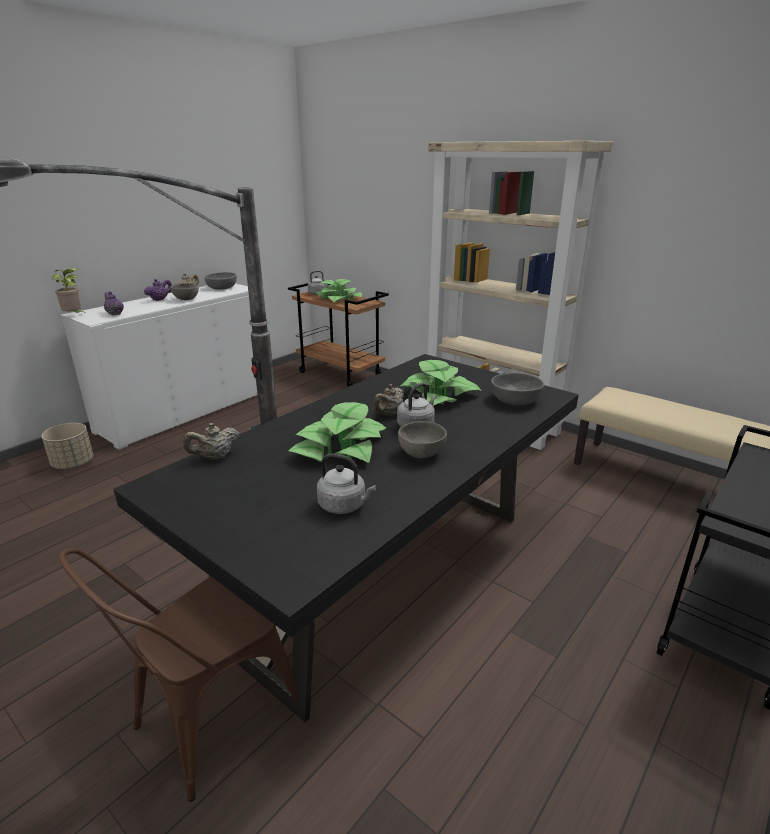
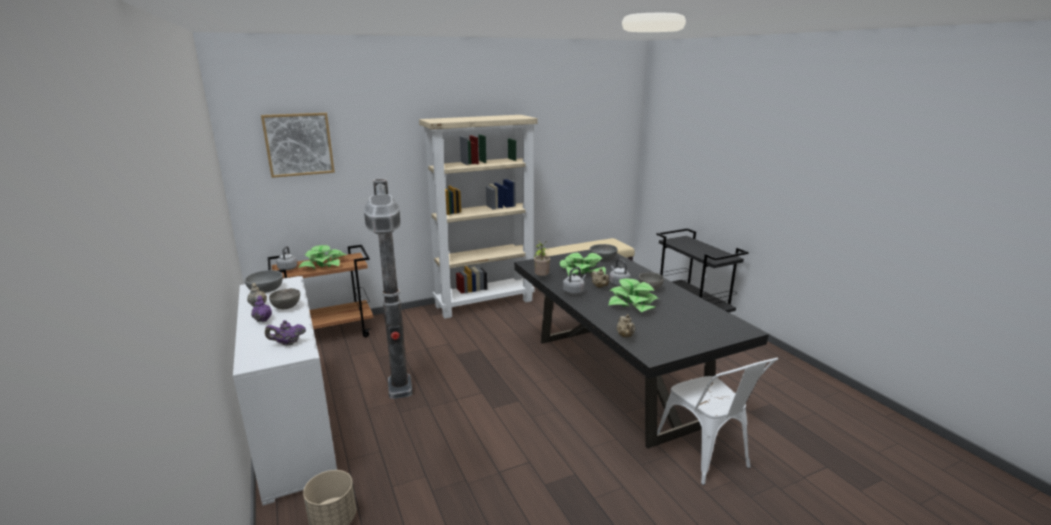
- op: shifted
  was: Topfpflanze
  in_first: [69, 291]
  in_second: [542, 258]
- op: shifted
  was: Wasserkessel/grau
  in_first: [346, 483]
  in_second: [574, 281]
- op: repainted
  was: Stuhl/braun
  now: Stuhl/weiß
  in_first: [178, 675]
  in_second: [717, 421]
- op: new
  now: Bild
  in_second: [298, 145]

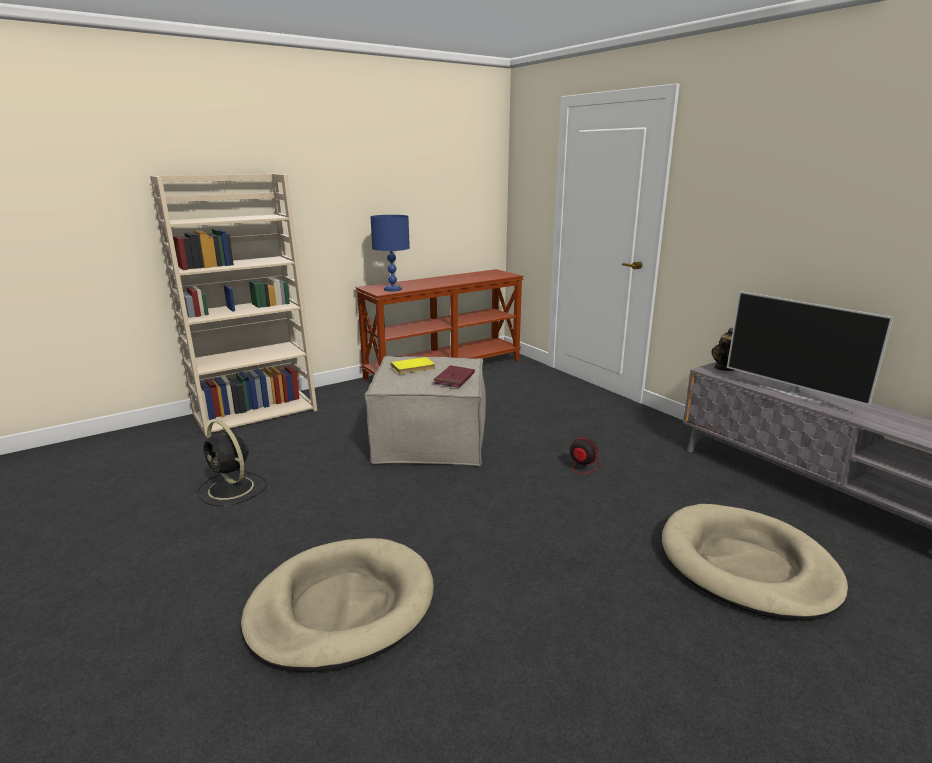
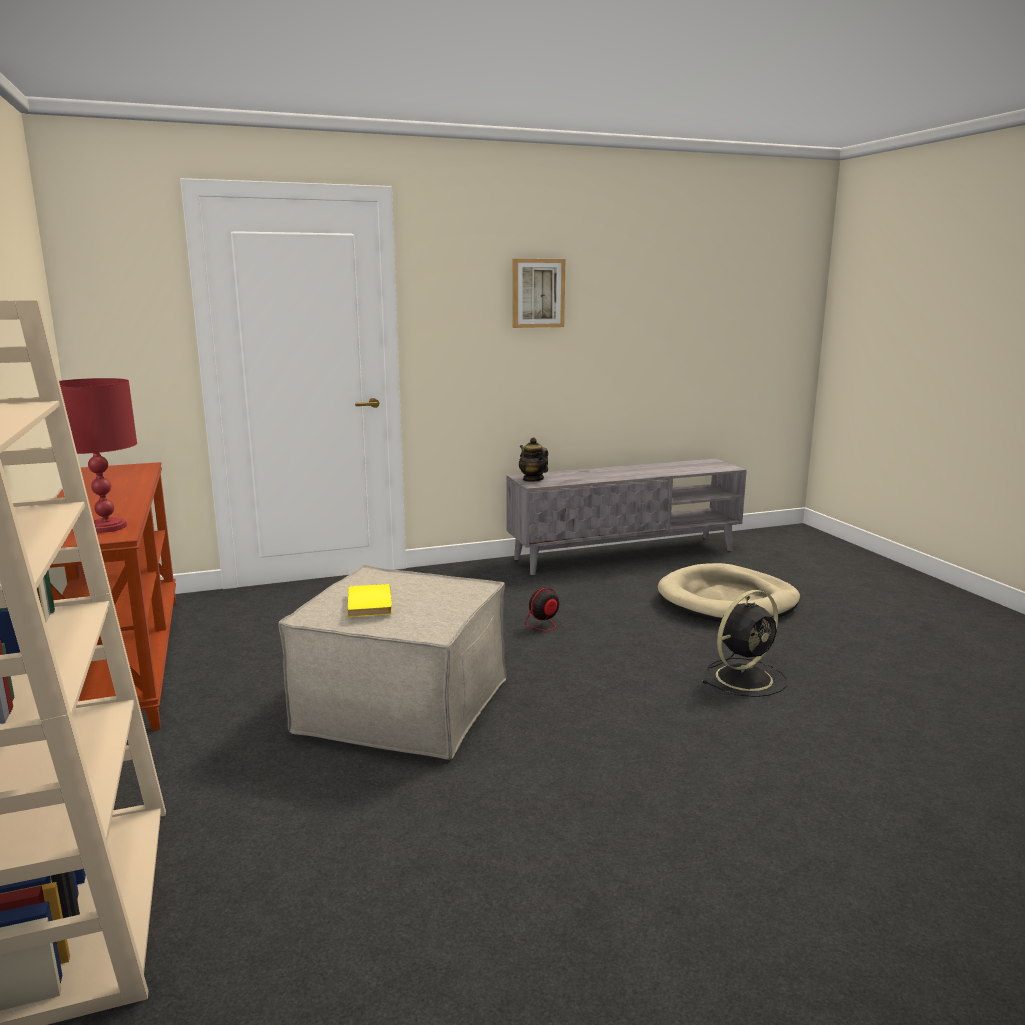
- op: repainted
  was: Tischlampe/blau
  now: Tischlampe/rot
  in_first: [390, 253]
  in_second: [98, 455]
- op: gone
  was: Fernseher
  in_first: [810, 348]
- op: gone
  was: Buch/rot
  in_first: [454, 376]
- op: shifted
  was: Ventilator/schwarz
  in_first: [232, 463]
  in_second: [745, 643]
- op: gone
  was: Hundebett/beige
  in_first: [337, 605]
- op: new
  now: Bild
  in_second: [538, 293]

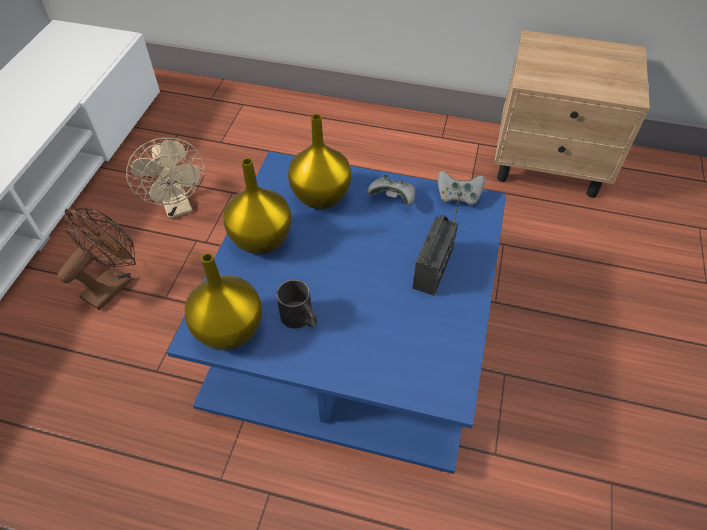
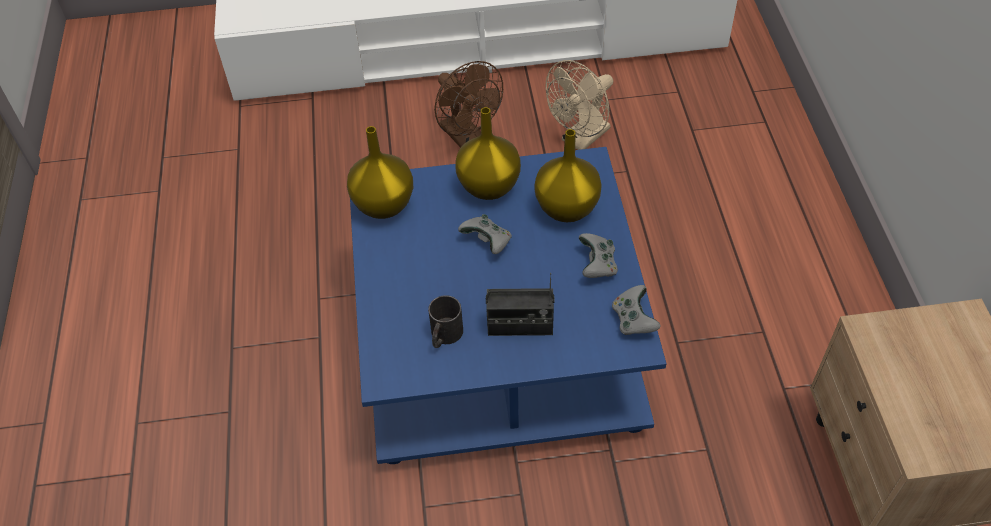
- op: rotated
  was: Ventilator/braun
  in_first: [97, 259]
  in_second: [468, 104]
  clockwise: 45
- op: shifted
  was: Henkelbecher/schwarz
  in_first: [296, 304]
  in_second: [445, 321]
- op: new
  now: Gamepad/grau
  in_second: [485, 234]

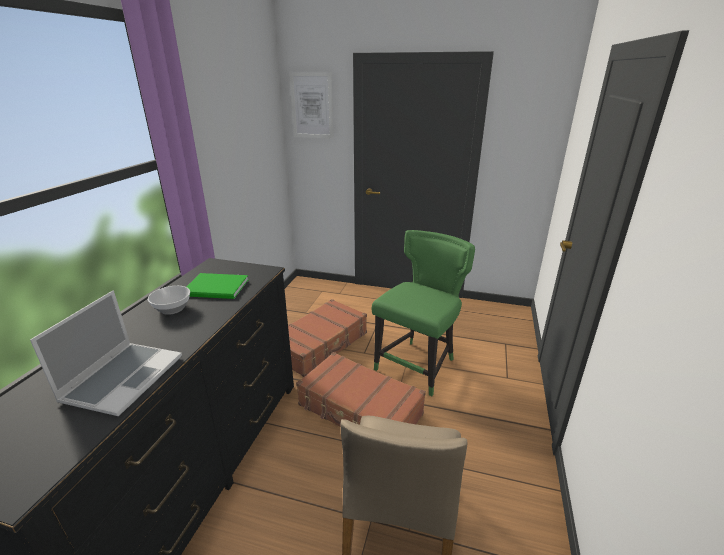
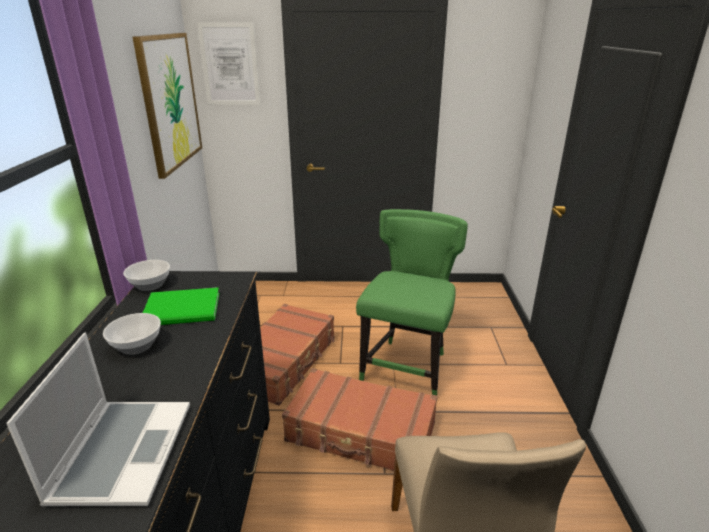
- op: new
  now: Bild
  in_second: [167, 106]
- op: new
  now: Schüssel
  in_second: [146, 275]

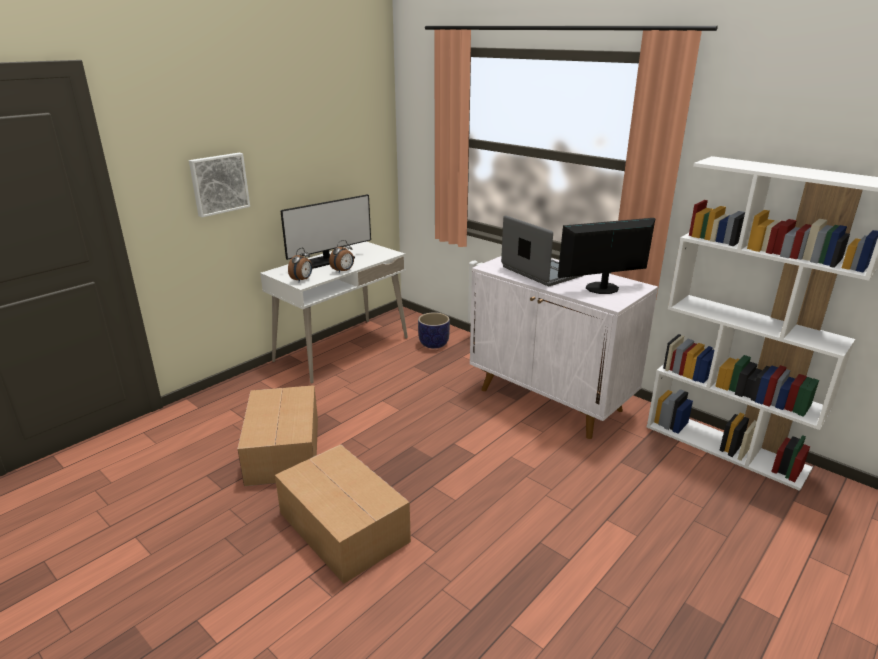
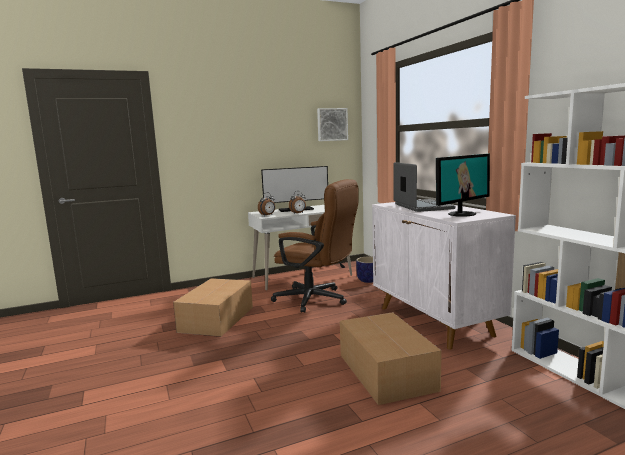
- op: shifted
  was: Bild
  in_first: [219, 185]
  in_second: [332, 124]
- op: rotated
  was: Monitor
  in_first: [606, 256]
  in_second: [463, 185]
  clockwise: 135
- op: shifted
  was: Karton
  in_first: [343, 514]
  in_second: [391, 358]
- op: new
  now: Bürostuhl/braun
  in_second: [315, 246]

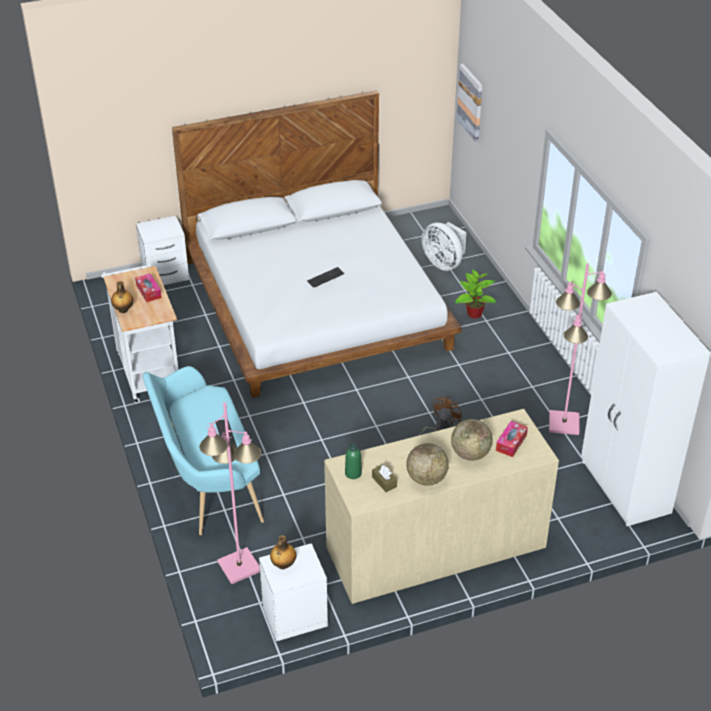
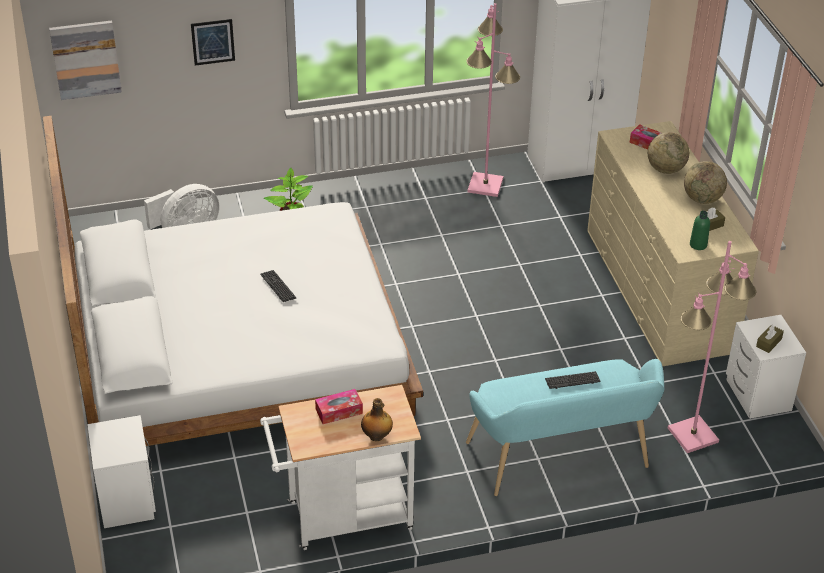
- op: gone
  was: Ventilator/braun
  in_first: [440, 416]
- op: swapped
  was: Flasche
  now: Taschentuchbox/braun
  in_first: [283, 552]
  in_second: [770, 338]
- op: new
  now: Bild
  in_second: [213, 42]

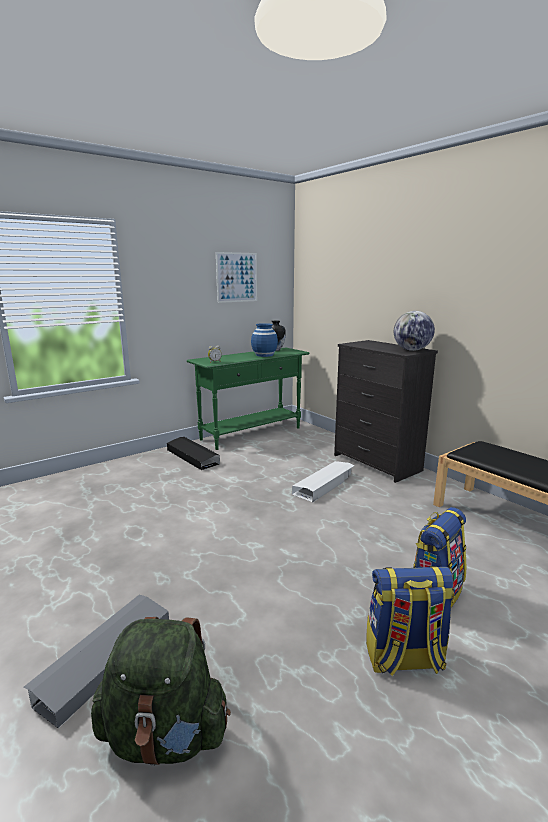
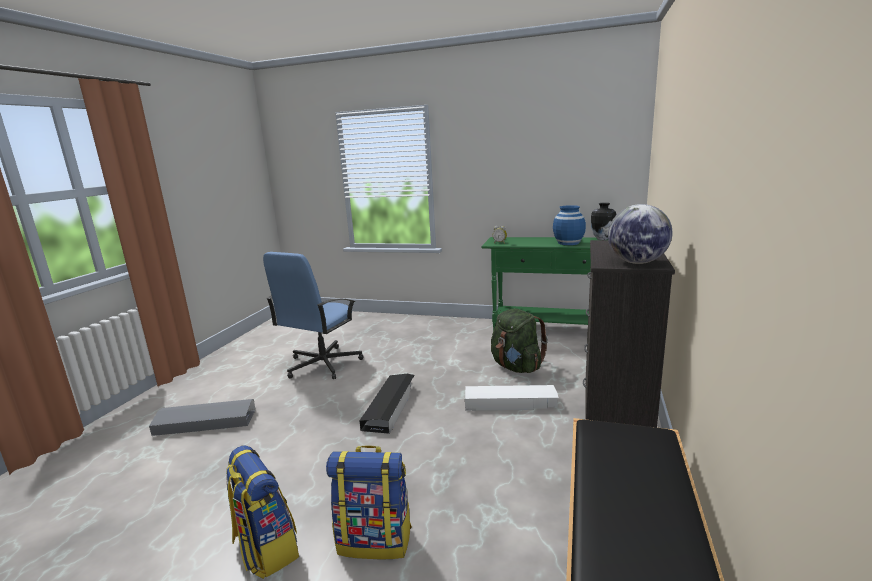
- op: gone
  was: Bild
  in_first: [236, 277]
- op: shifted
  was: Aufbewahrungsbox/schwarz
  in_first: [193, 453]
  in_second: [386, 404]
- op: shifted
  was: Rucksack/grün
  in_first: [161, 691]
  in_second: [519, 341]
- op: new
  now: Bürostuhl/blau
  in_second: [313, 315]

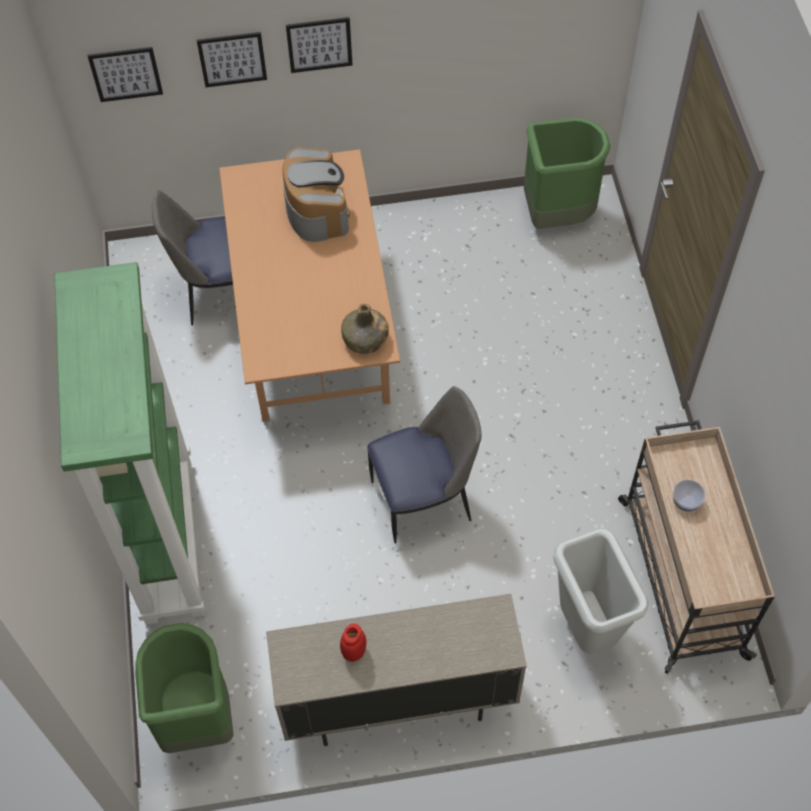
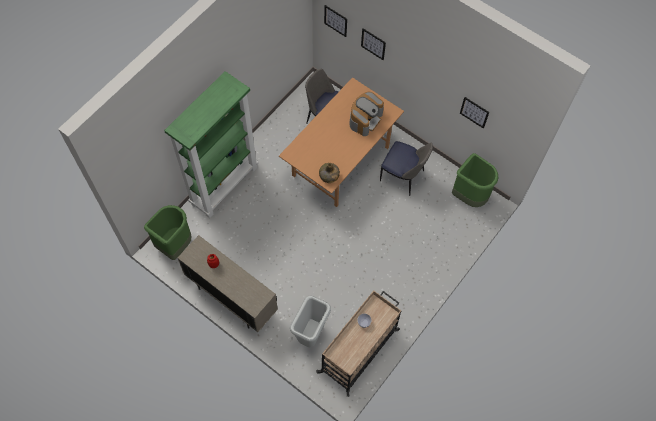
- op: shifted
  was: Bild
  in_first: [319, 45]
  in_second: [474, 113]
- op: shifted
  was: Stuhl
  in_first: [424, 465]
  in_second: [406, 168]

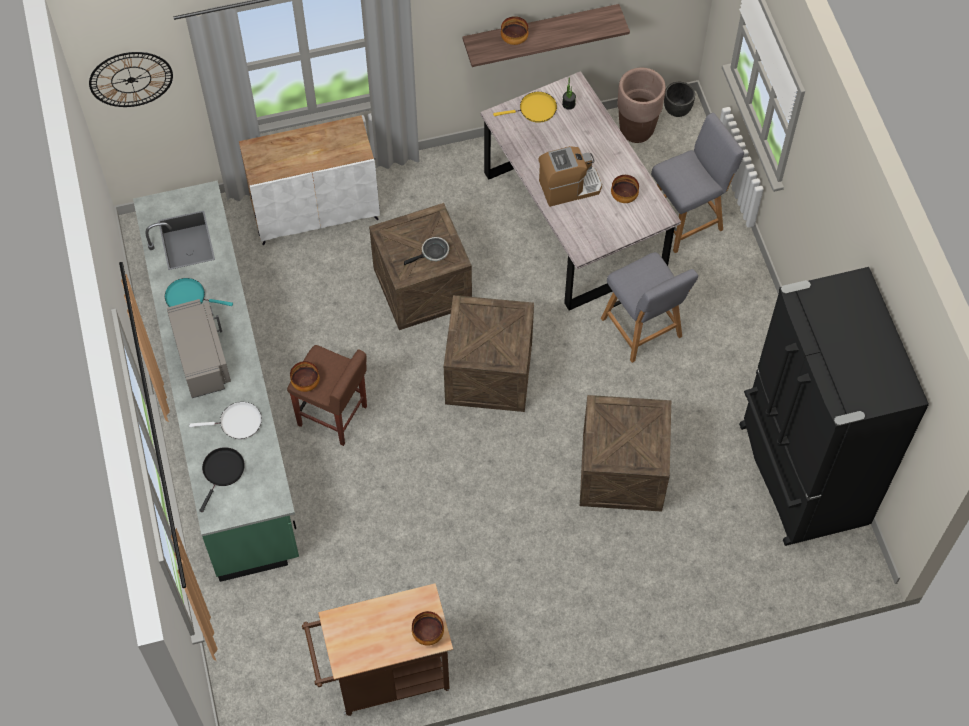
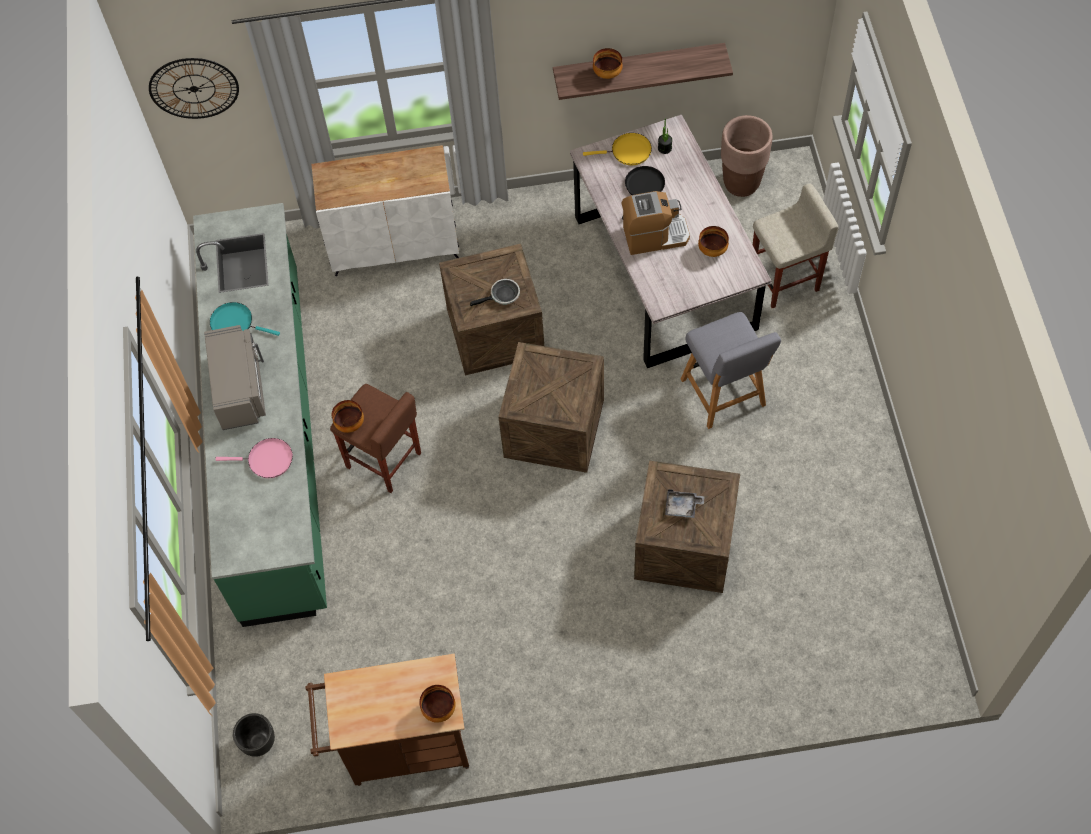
- op: shifted
  was: Pflanzkübel/schwarz
  in_first: [679, 99]
  in_second: [254, 735]
- op: swapped
  was: Stuhl/grau
  now: Hocker/beige
  in_first: [697, 182]
  in_second: [796, 246]
- op: gone
  was: Kühlschrank/schwarz
  in_first: [834, 406]
- op: repainted
  was: Pfanne/weiß
  now: Pfanne/rosa
  in_first: [225, 420]
  in_second: [254, 458]
- op: shifted
  was: Pfanne/schwarz
  in_first: [222, 479]
  in_second: [643, 193]
- op: new
  now: Tablett/grau
  in_second: [685, 503]

